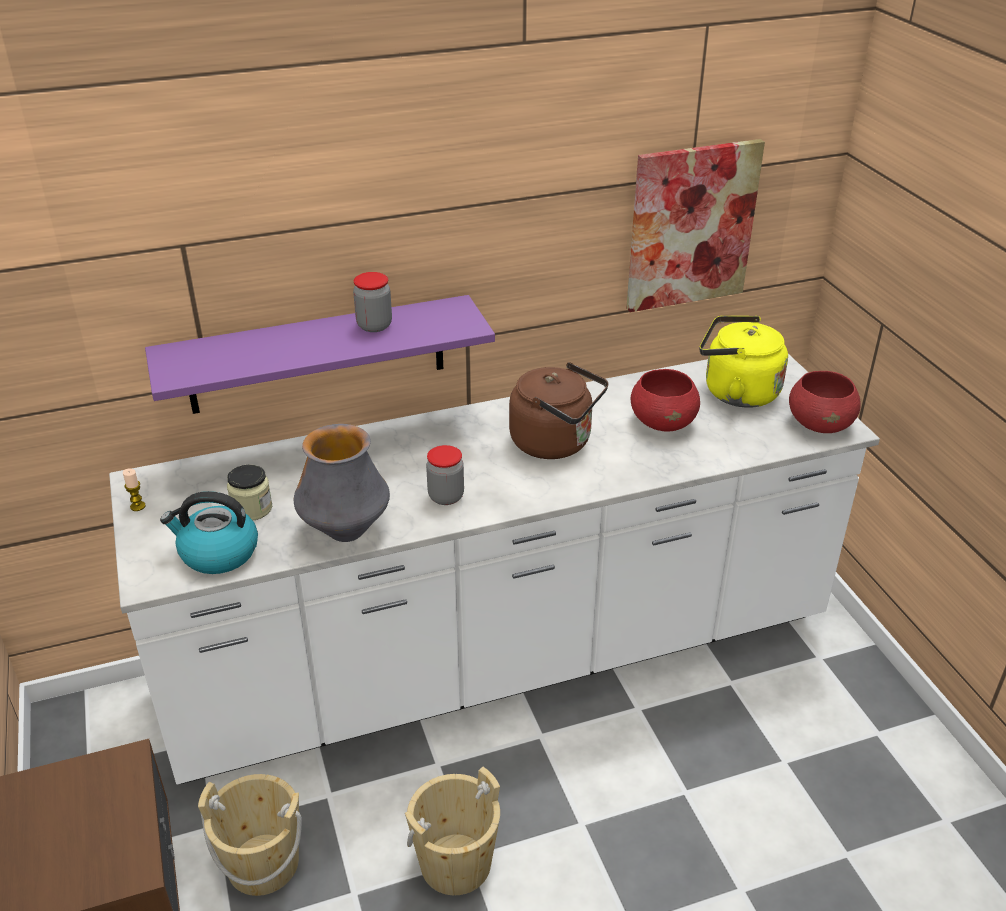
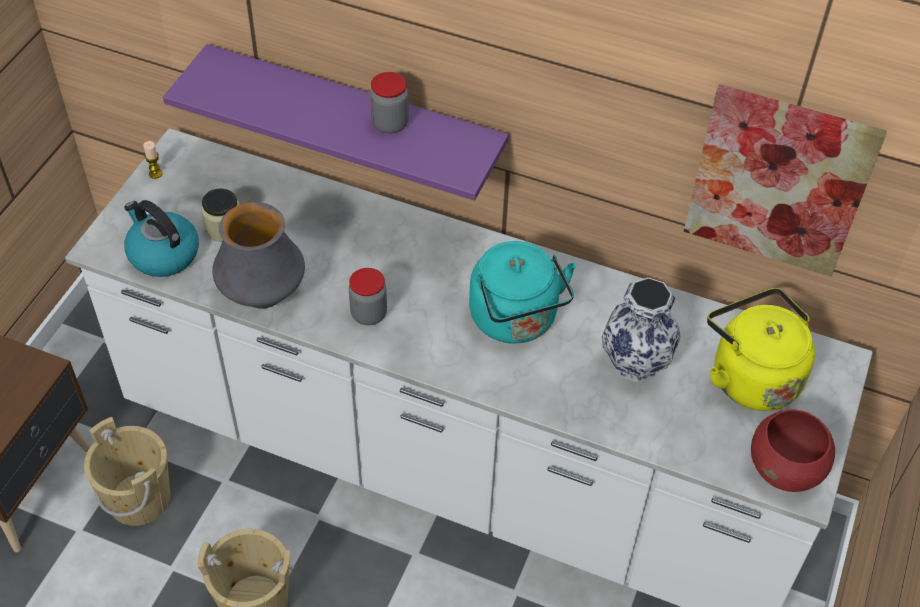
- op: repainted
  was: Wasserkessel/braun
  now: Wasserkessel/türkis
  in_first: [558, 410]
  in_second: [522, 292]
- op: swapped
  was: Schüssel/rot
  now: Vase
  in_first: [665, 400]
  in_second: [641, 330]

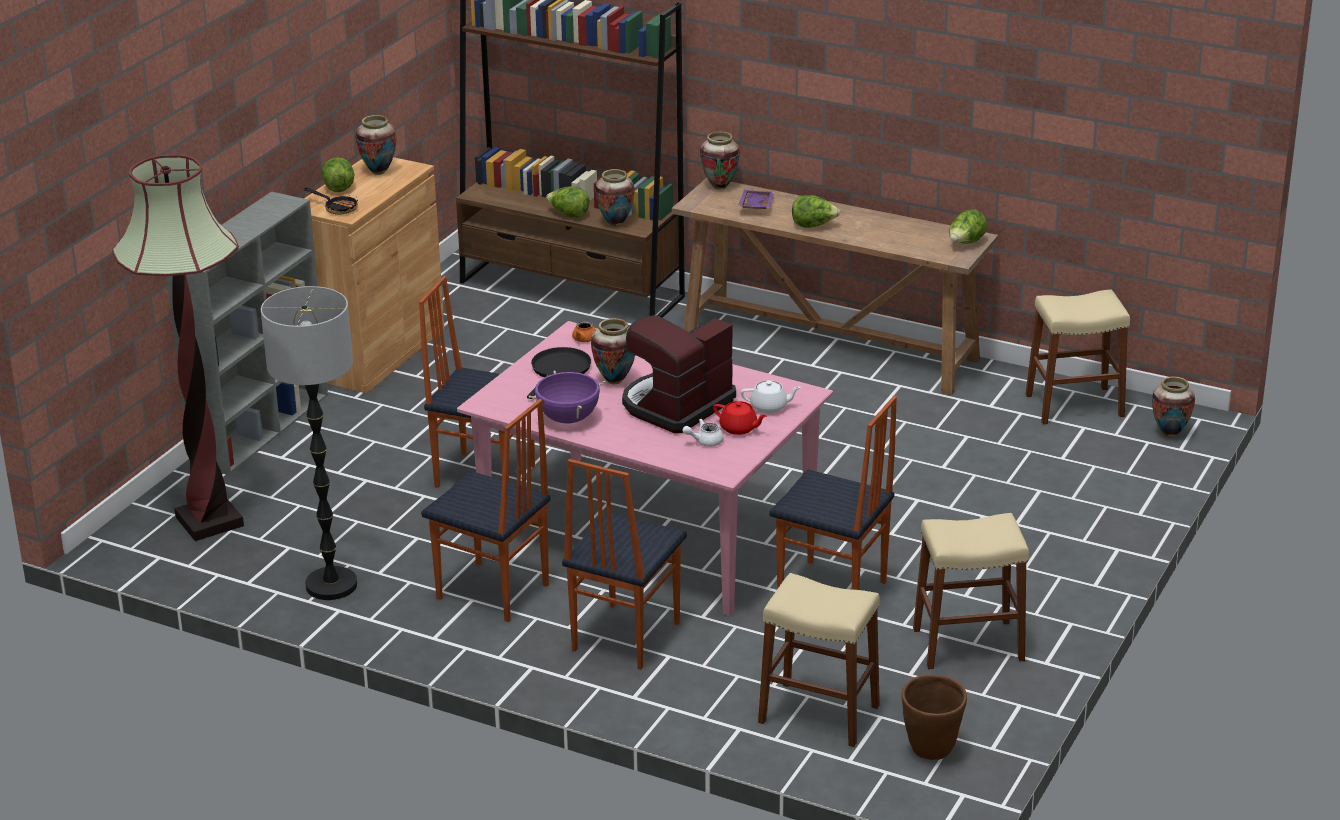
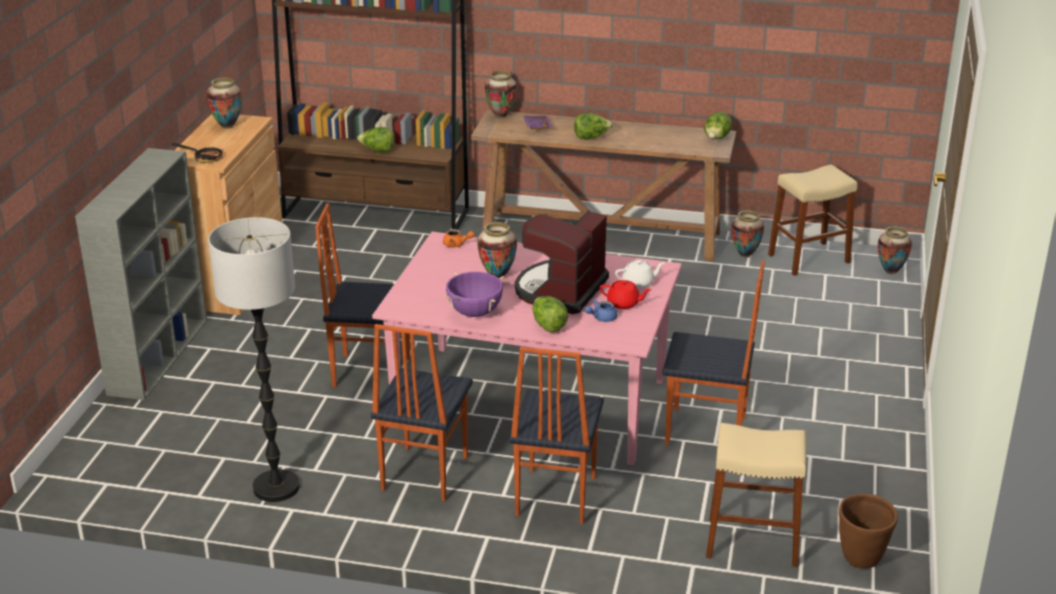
- op: gone
  was: Stehlampe
  in_first: [178, 348]
- op: shifted
  was: Salatkopf
  in_first: [338, 174]
  in_second: [550, 314]
- op: shifted
  was: Vase
  in_first: [615, 198]
  in_second: [747, 233]
- op: gone
  was: Pfanne/schwarz
  in_first: [559, 373]
- op: rotated
  was: Stuhl
  in_first: [486, 510]
  in_second: [422, 412]
  clockwise: 90
- op: repainted
  was: Teekanne/weiß
  now: Teekanne/blau
  in_first: [702, 432]
  in_second: [601, 310]
- op: gone
  was: Hocker/beige
  in_first: [971, 591]

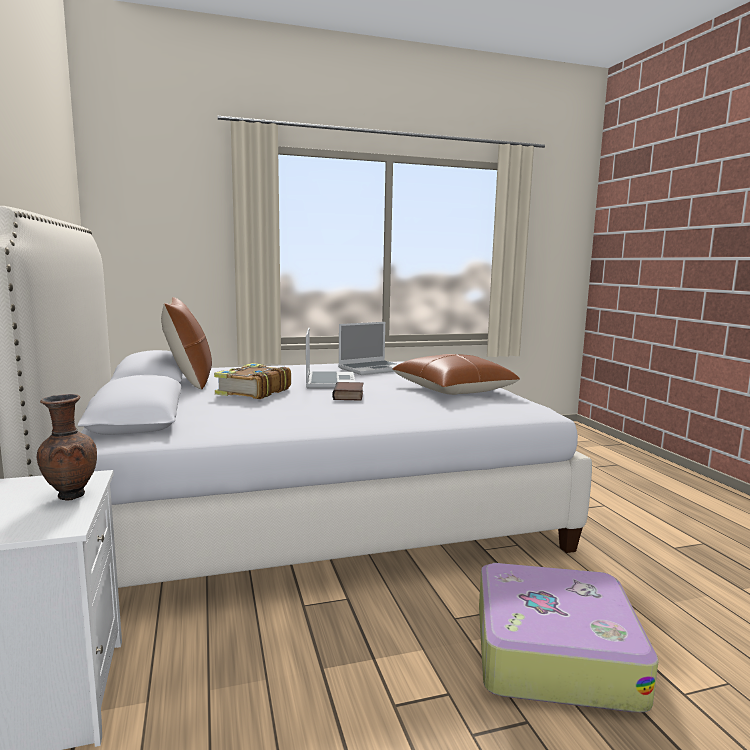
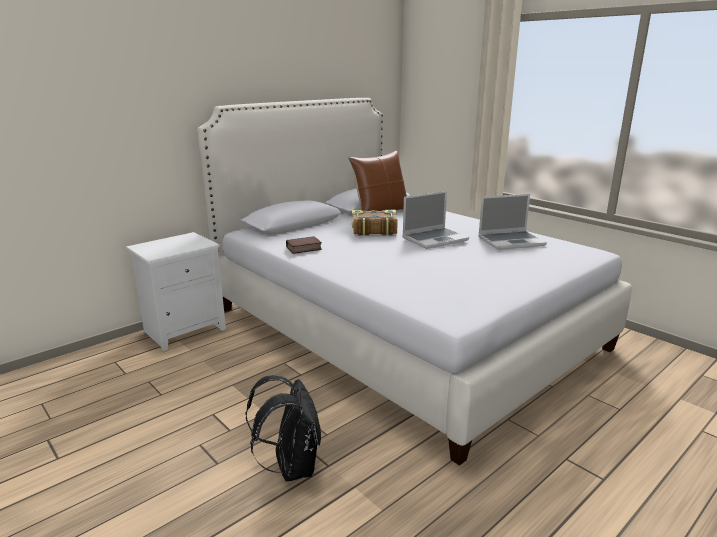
- op: rotated
  was: Laptop
  in_first: [368, 348]
  in_second: [512, 222]
  clockwise: -45
- op: gone
  was: Kissen/braun
  in_first: [456, 374]
- op: shifted
  was: Buch
  in_first: [347, 391]
  in_second: [304, 245]
- op: gone
  was: Vase/braun
  in_first: [67, 447]
- op: swapped
  was: Koffer
  now: Rucksack/schwarz
  in_first: [569, 637]
  in_second: [283, 428]

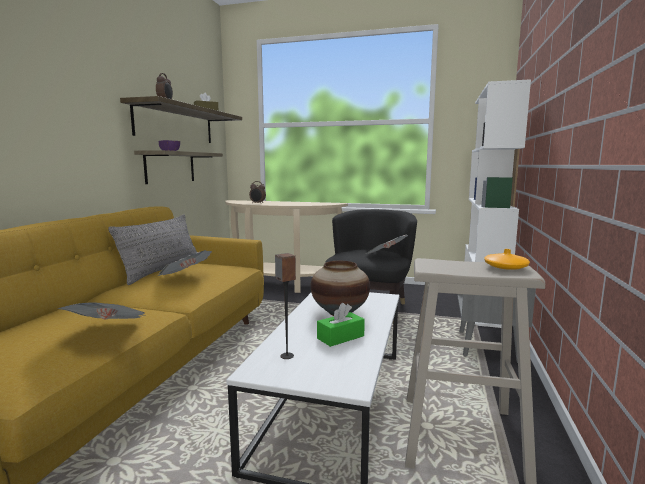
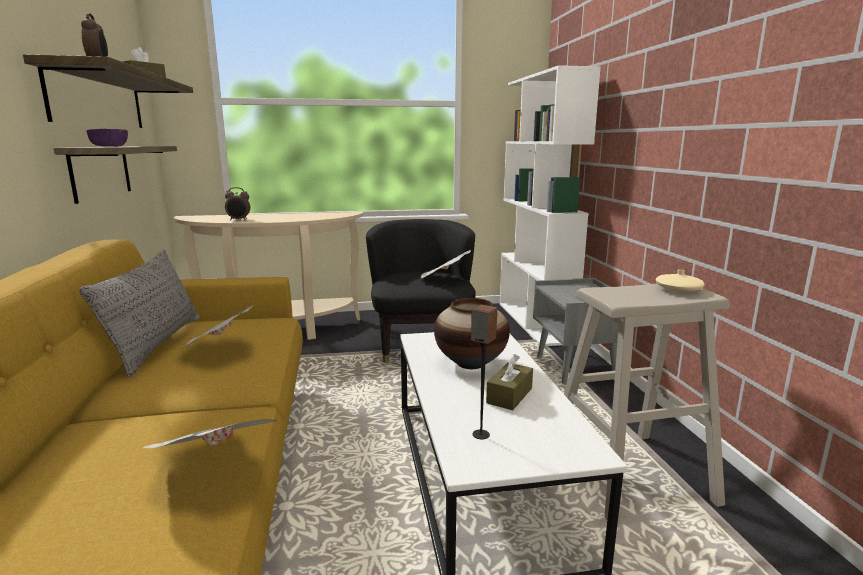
- op: repainted
  was: Vase/orange
  now: Vase/beige
  in_first: [507, 259]
  in_second: [680, 280]
- op: repainted
  was: Taschentuchbox/grün
  now: Taschentuchbox/braun
  in_first: [341, 325]
  in_second: [509, 382]

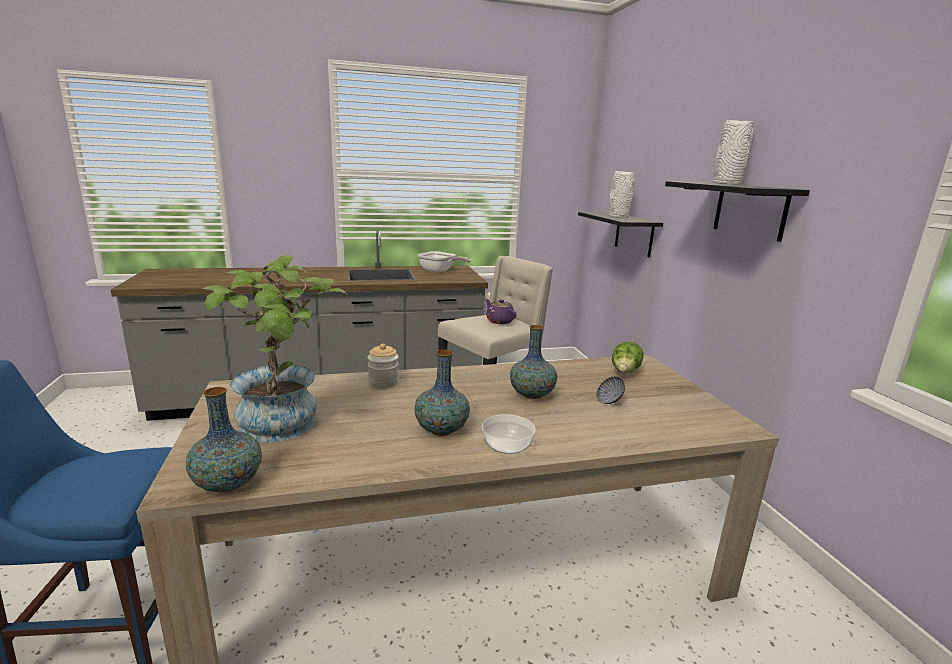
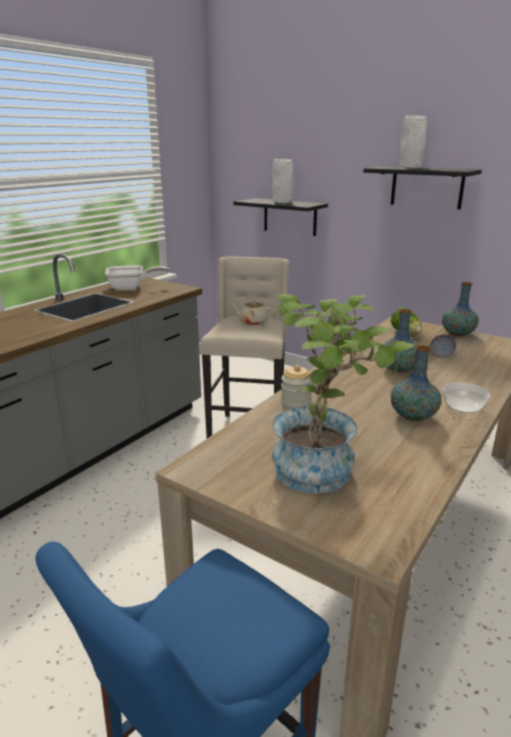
- op: repainted
  was: Teekanne/lila
  now: Teekanne/beige
  in_first: [500, 311]
  in_second: [253, 312]
- op: shifted
  was: Vase
  in_first: [224, 439]
  in_second: [460, 309]

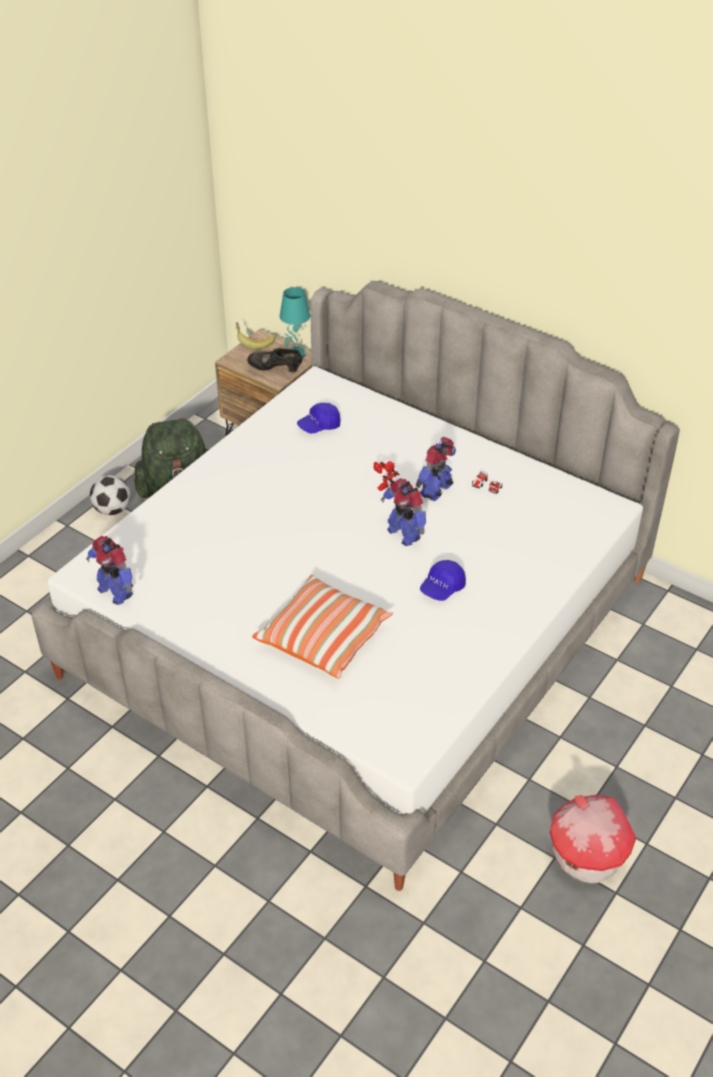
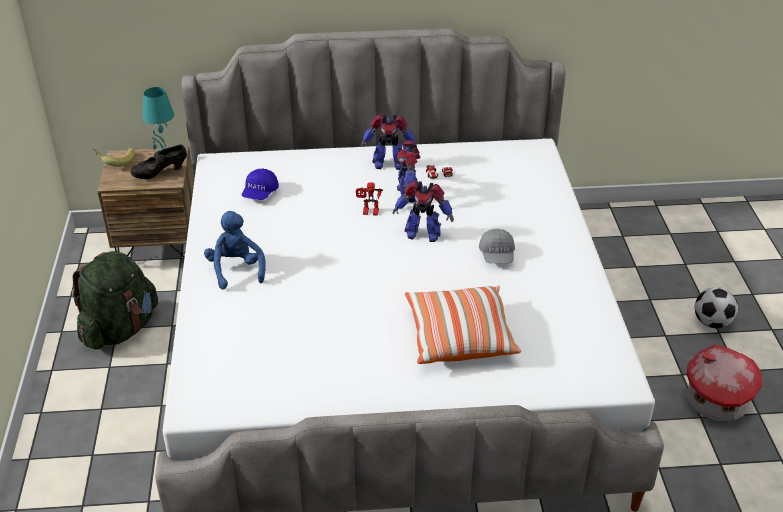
- op: shifted
  was: Fußball
  in_first: [110, 495]
  in_second: [716, 308]
- op: shifted
  was: Spielzeugroboter
  in_first: [109, 570]
  in_second: [389, 142]
- op: repainted
  was: Kappe/blau
  now: Kappe/grau
  in_first: [443, 580]
  in_second: [497, 246]
- op: new
  now: Plüschtier/blau
  in_second: [235, 250]

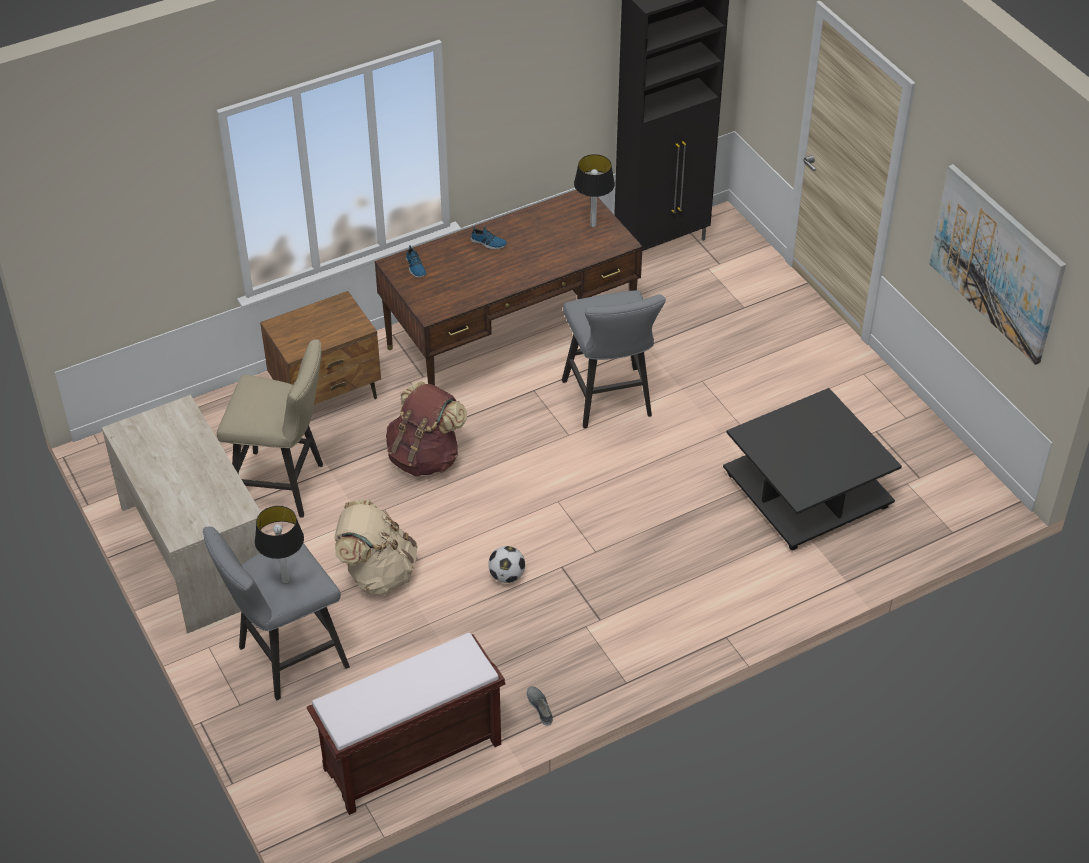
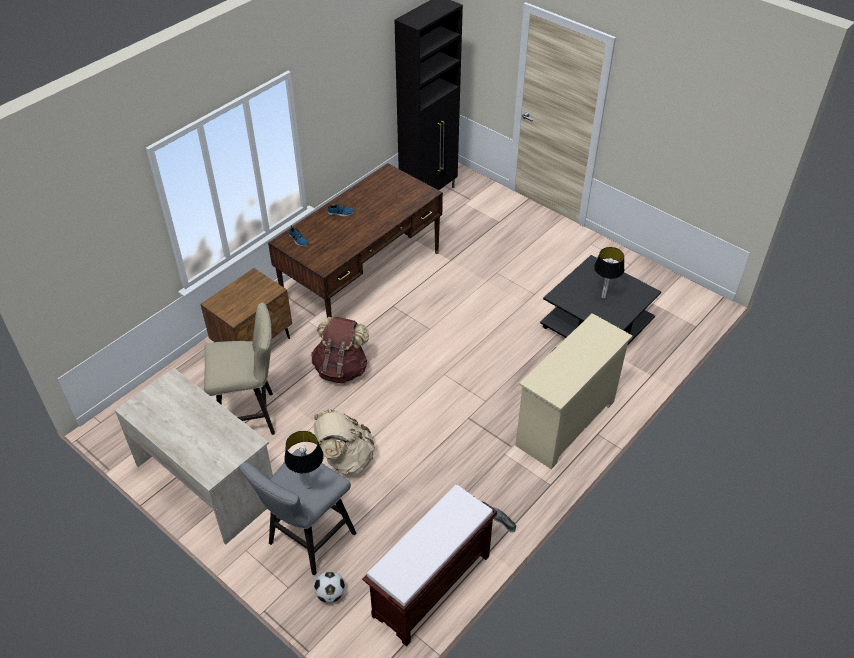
- op: shifted
  was: Tischlampe
  in_first: [594, 190]
  in_second: [609, 272]
- op: gone
  was: Bild
  in_first: [997, 264]
- op: gone
  was: Hocker/grau
  in_first: [614, 359]
- op: shifted
  was: Fußball
  in_first: [506, 564]
  in_second: [329, 587]
- op: new
  now: Kommode/beige
  in_second: [573, 391]

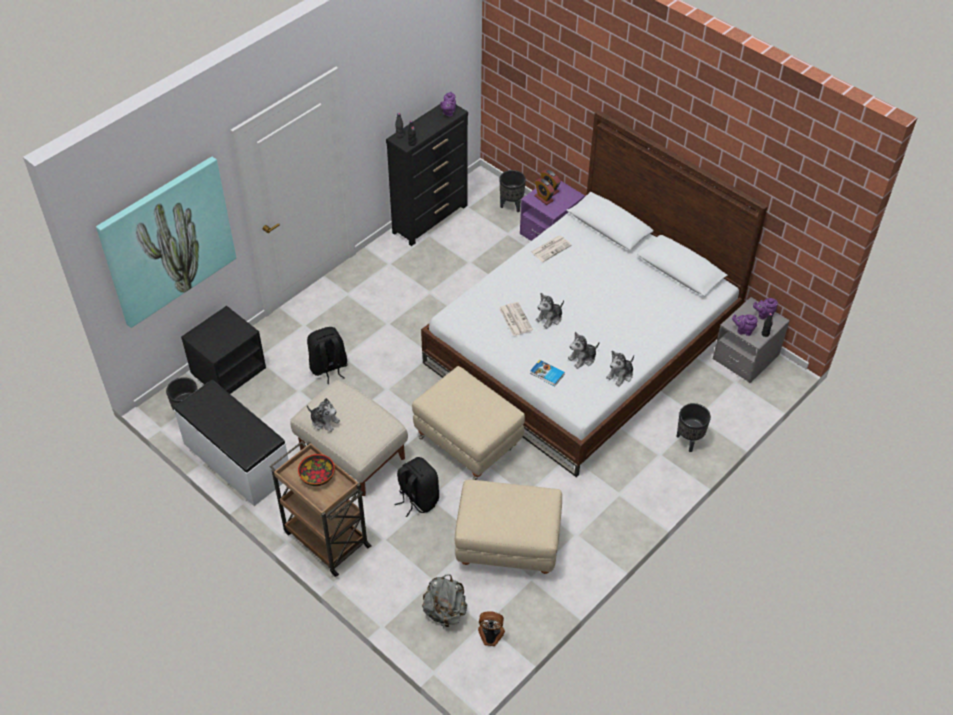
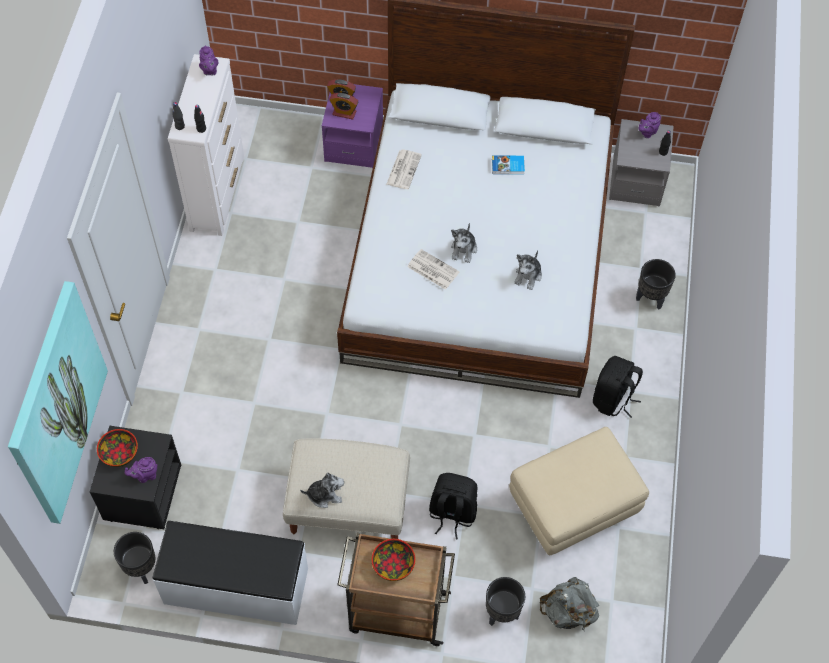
- op: repainted
  was: Kommode/schwarz
  now: Kommode/weiß
  in_first: [427, 175]
  in_second: [206, 145]
- op: shifted
  was: Pflanzkübel/schwarz
  in_first: [513, 191]
  in_second: [505, 601]
- op: shifted
  was: Teekanne/lila
  in_first: [745, 325]
  in_second: [141, 470]
- op: shifted
  was: Rucksack/schwarz
  in_first: [327, 355]
  in_second: [618, 387]
- op: gone
  was: Plüschtier
  in_first: [620, 369]
- op: shifted
  was: Buch
  in_first: [547, 373]
  in_second: [508, 164]
- op: gone
  was: Polsterhocker/beige
  in_first: [468, 423]
- op: gone
  was: Ventilator
  in_first: [491, 628]
- op: new
  now: Schüssel
  in_second: [117, 448]

